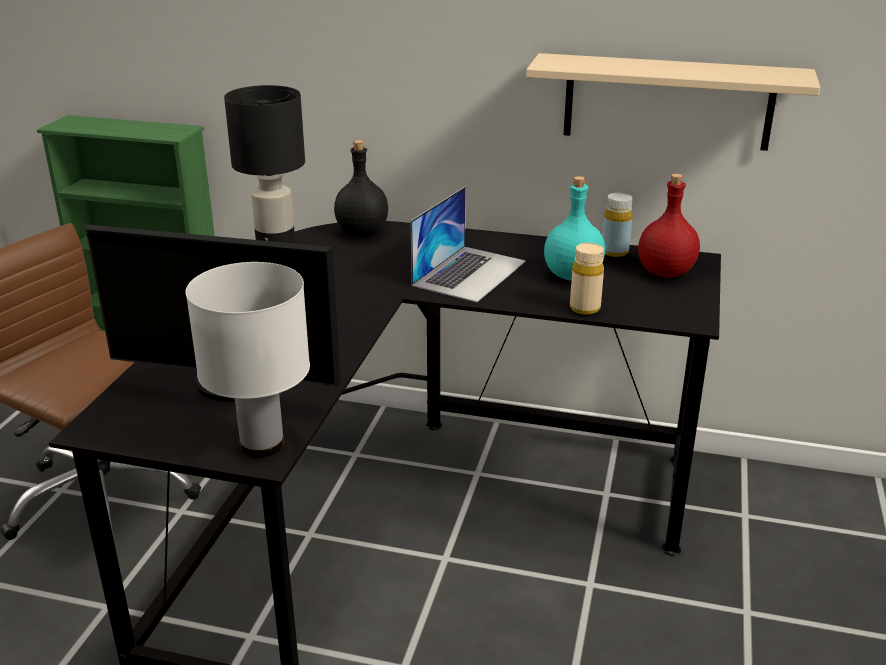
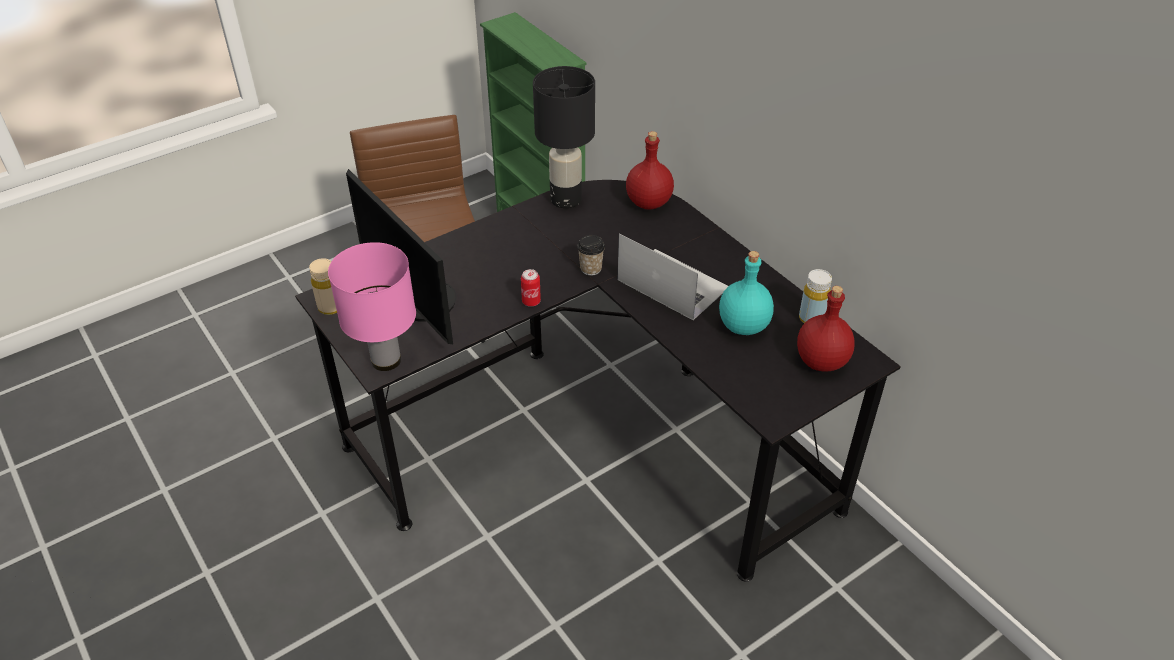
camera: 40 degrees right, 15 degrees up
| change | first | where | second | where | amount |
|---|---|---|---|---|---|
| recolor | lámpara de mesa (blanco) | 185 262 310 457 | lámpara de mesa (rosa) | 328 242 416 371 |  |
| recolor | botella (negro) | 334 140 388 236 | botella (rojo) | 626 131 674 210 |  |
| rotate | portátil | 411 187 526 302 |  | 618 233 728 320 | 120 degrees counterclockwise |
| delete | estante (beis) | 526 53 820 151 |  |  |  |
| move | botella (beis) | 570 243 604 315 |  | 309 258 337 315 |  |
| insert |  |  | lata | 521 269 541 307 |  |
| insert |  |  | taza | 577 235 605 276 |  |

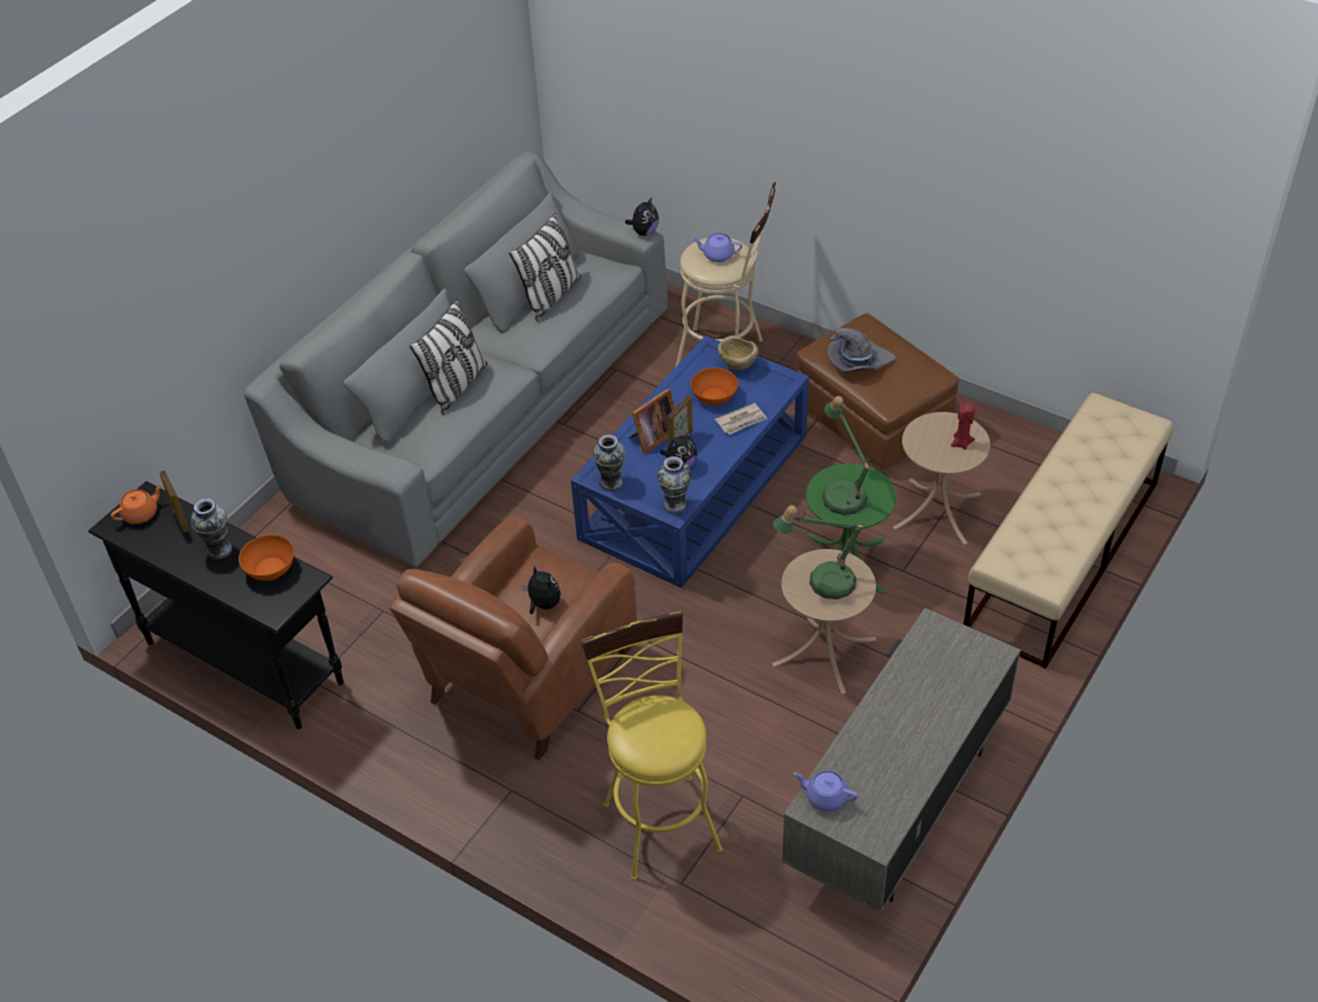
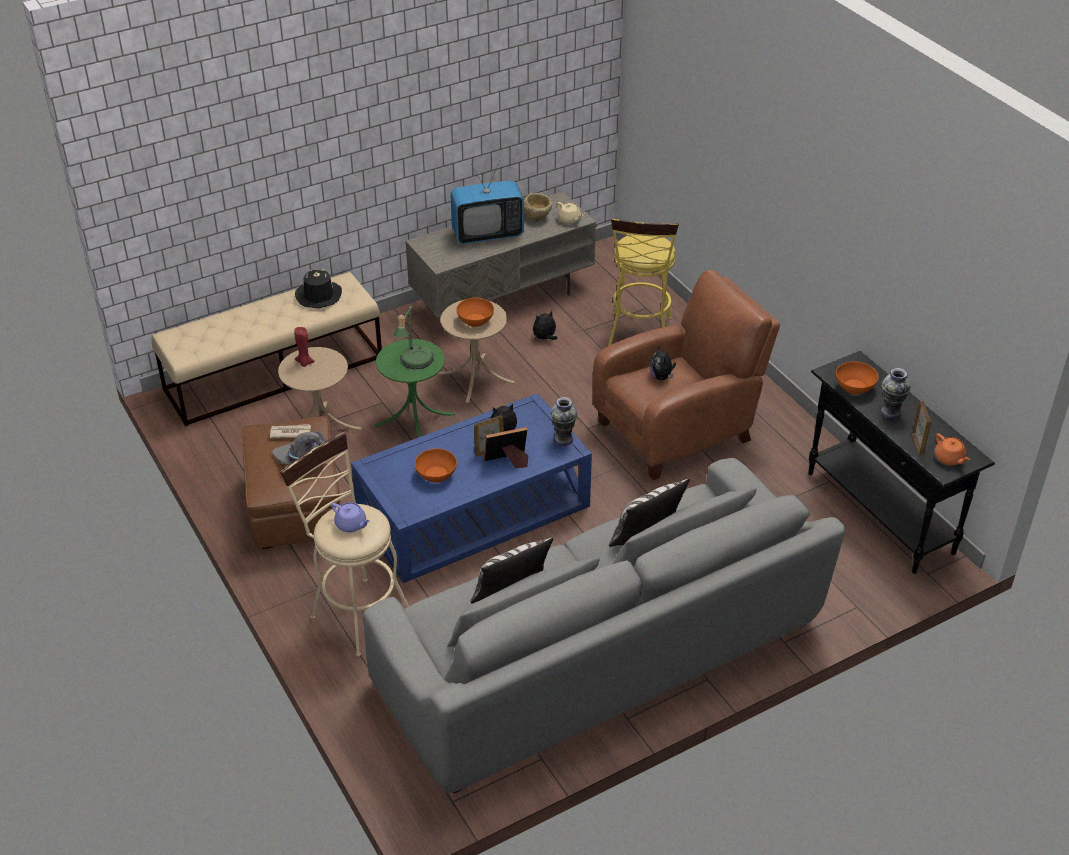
camera: 155 degrees left, 5 degrees down
| change | first | where | second | where | amount |
|---|---|---|---|---|---|
| rotate | tetera (naranja) | 111 484 163 524 |  | 934 433 970 465 | 105 degrees counterclockwise |
| move | peluche | 625 197 659 236 |  | 533 311 557 340 |  |
| delete | florero | 657 456 692 514 |  |  |  |
| move | periódico | 715 403 767 435 |  | 270 424 311 438 |  |
| move | cuenco (beis) | 718 336 759 370 |  | 524 193 552 221 |  |
| replace | lámpara de mesa | 773 505 866 599 | cuenco (naranja) | 456 298 494 327 |  |
| recolor | tetera (morado) | 794 770 858 812 | tetera (beis) | 557 202 584 224 |  |
| insert |  |  | sombrero (negro) | 295 269 342 309 |  |
| insert |  |  | televisor | 450 160 524 244 |  |

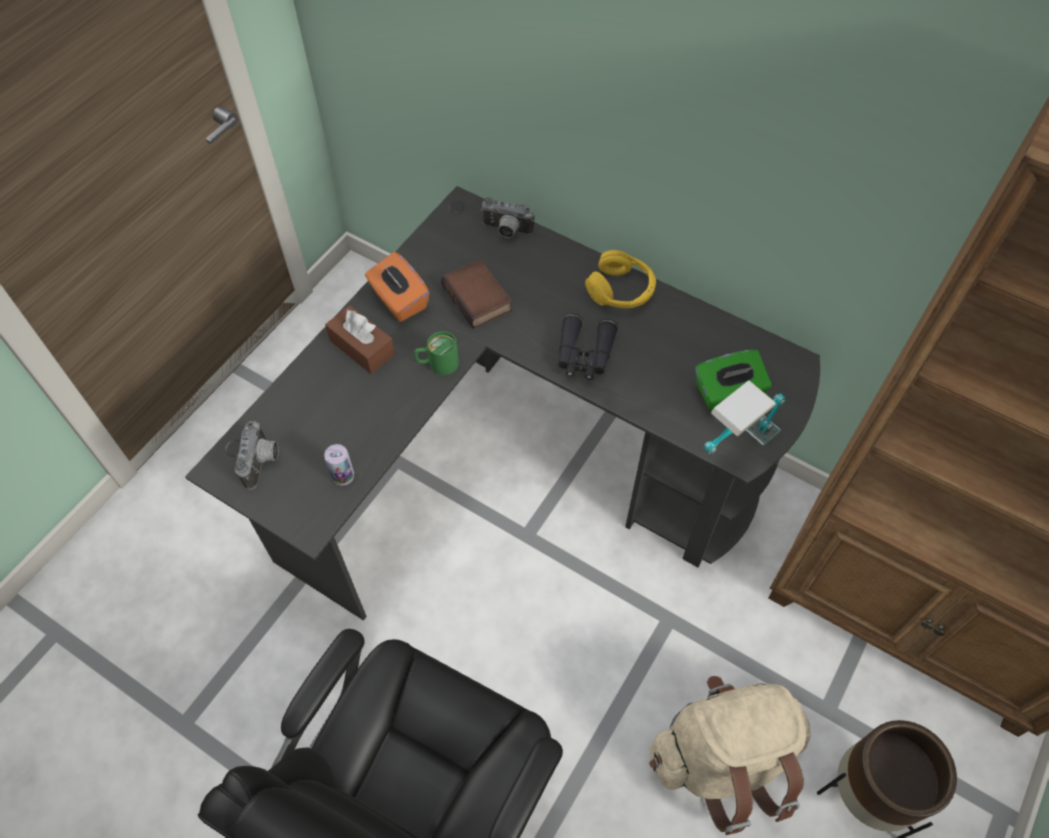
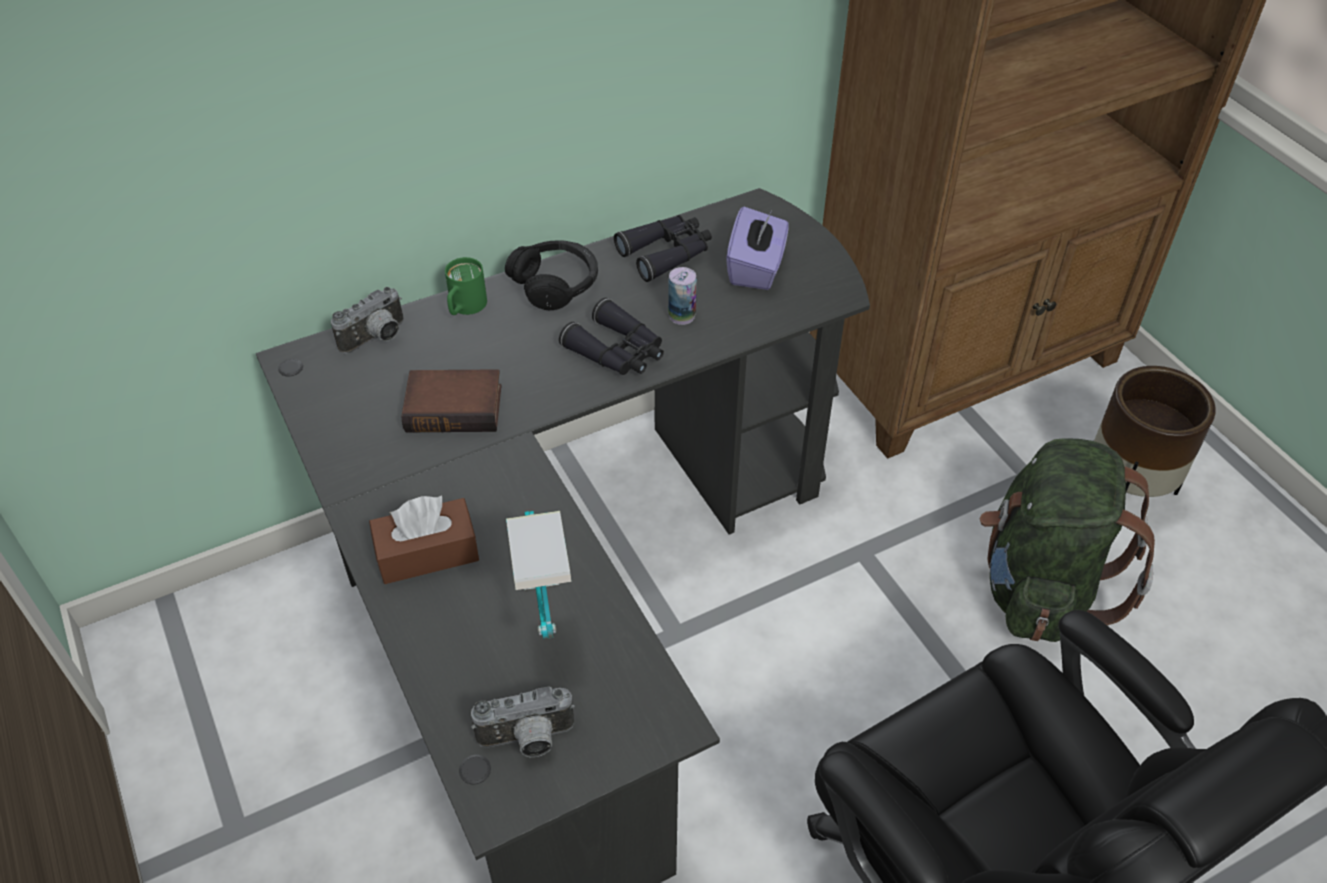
camera: 60 degrees left, 10 degrees down
| change | first | where | second | where | amount |
|---|---|---|---|---|---|
| rotate | cámara | 235 421 279 490 |  | 471 687 575 757 | 135 degrees clockwise |
| move | lata | 324 444 354 485 |  | 668 267 697 325 |  |
| delete | caja de pañuelos (naranja) | 365 252 430 322 |  |  |  |
| move | taza grande (verde) | 414 331 459 375 |  | 445 257 487 315 |  |
| recolor | auriculares (amarillo) | 585 250 656 308 | auriculares (negro) | 505 240 598 310 |  |
| recolor | mochila (beis) | 649 676 811 835 | mochila (verde) | 980 438 1155 642 |  |
| recolor | caja de pañuelos (verde) | 695 350 772 411 | caja de pañuelos (morado) | 726 207 788 290 |  |
| move | lámpara de mesa | 704 380 785 454 |  | 506 511 572 639 |  |
| insert |  |  | prismáticos (negro) | 614 215 712 282 |  |

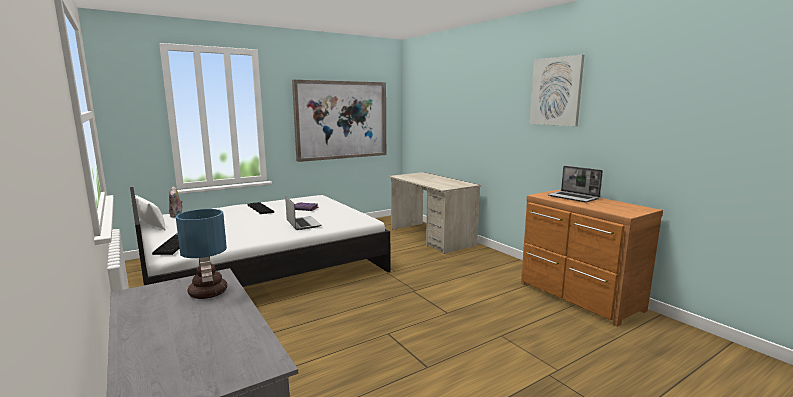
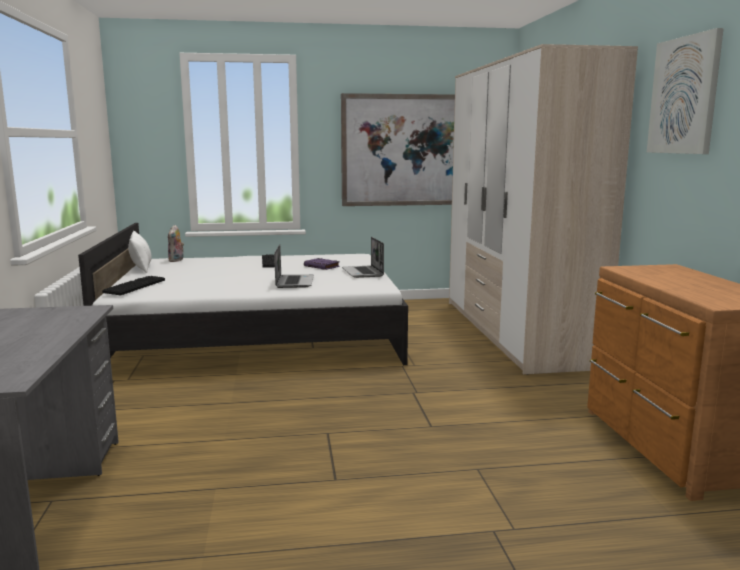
camera: 25 degrees right, 0 degrees up
| change | first | where | second | where | amount |
|---|---|---|---|---|---|
| delete | lámpara de mesa | 176 209 227 299 |  |  |  |
| replace | escritorio (beis) | 389 172 481 254 | armario ropero | 449 44 638 375 |  |
| move | portátil | 548 166 603 203 |  | 342 237 384 278 |  |

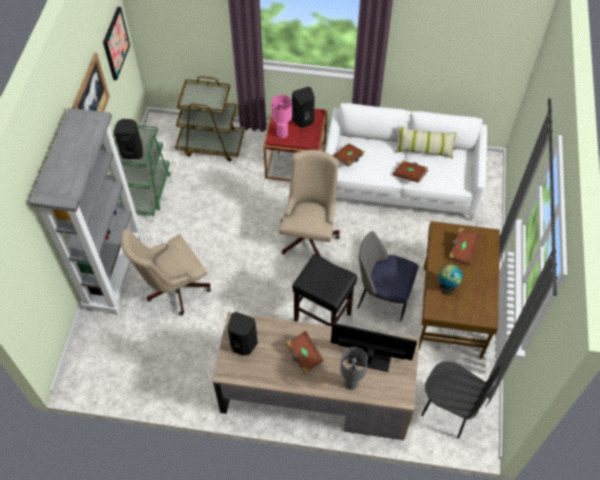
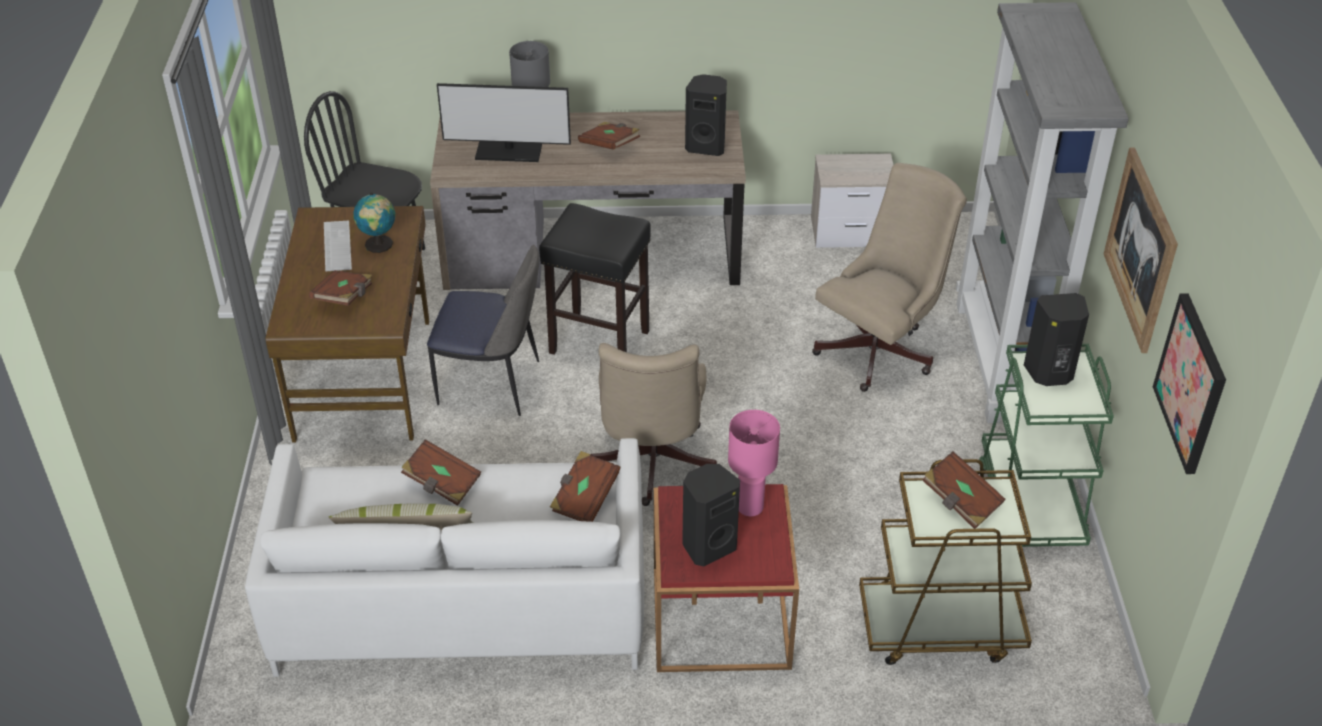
camera: 170 degrees right, 15 degrees down
| change | first | where | second | where | amount |
|---|---|---|---|---|---|
| insert |  |  | teclado | 324 221 352 271 |  |
| insert |  |  | mesita de noche | 811 154 893 248 |  |
| insert |  |  | libro (marrón) | 922 451 1006 529 |  |

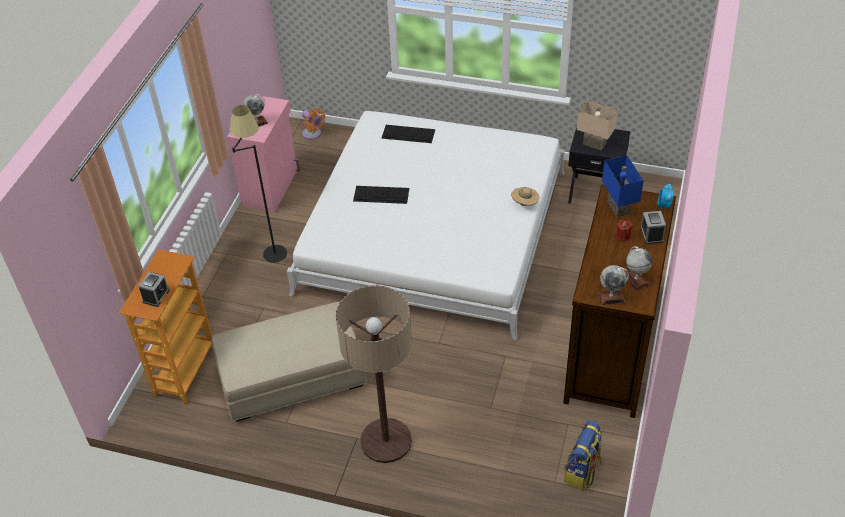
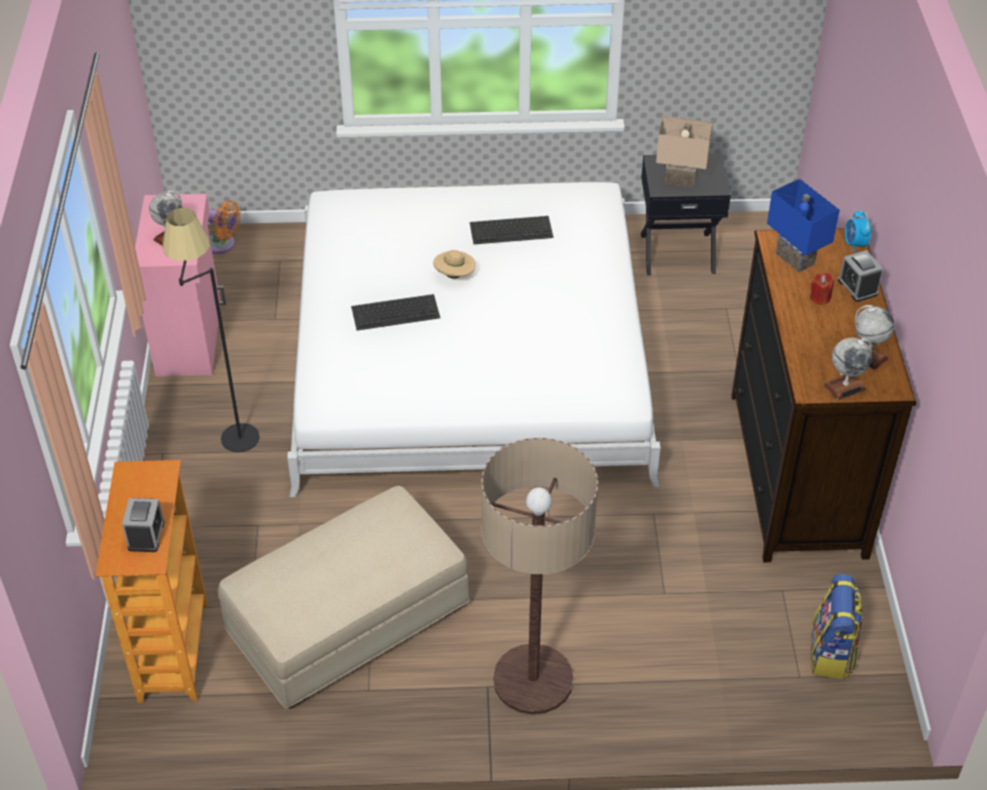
camera: 20 degrees left, 0 degrees up
| change | first | where | second | where | amount |
|---|---|---|---|---|---|
| move | teclado | 382 125 435 143 |  | 470 216 553 244 |  |
| move | sombrero (beis) | 511 187 539 206 |  | 433 250 476 279 |  |

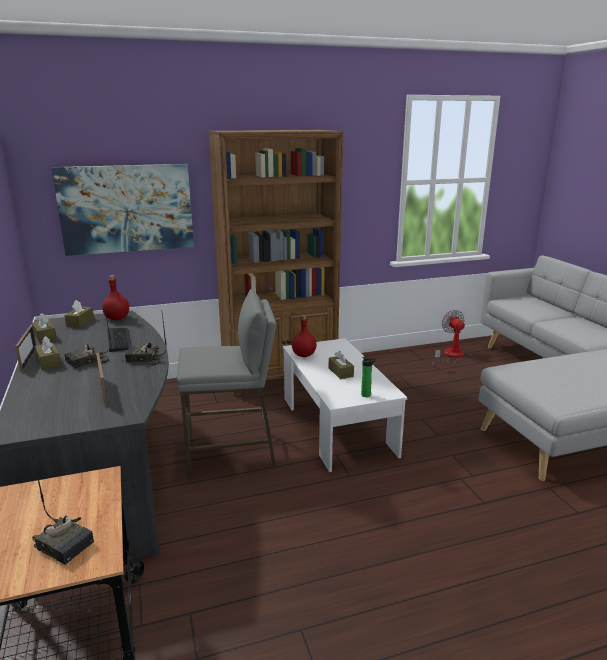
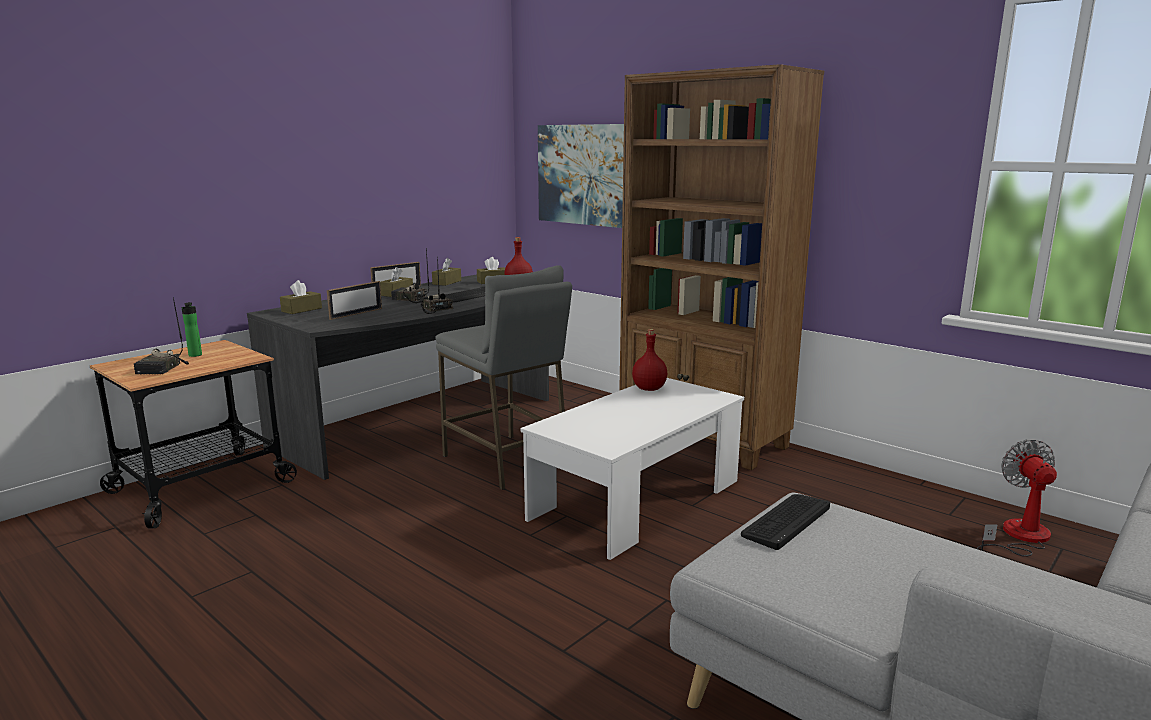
camera: 60 degrees right, 5 degrees down
| change | first | where | second | where | amount |
|---|---|---|---|---|---|
| move | caja de pañuelos (marrón) | 329 351 354 379 |  | 280 280 322 314 |  |
| move | botella | 361 357 377 397 |  | 181 302 202 357 |  |
| rotate | ventilador | 433 310 465 366 |  | 977 439 1057 557 | 45 degrees counterclockwise |
| insert |  |  | teclado | 741 494 830 550 |  |

